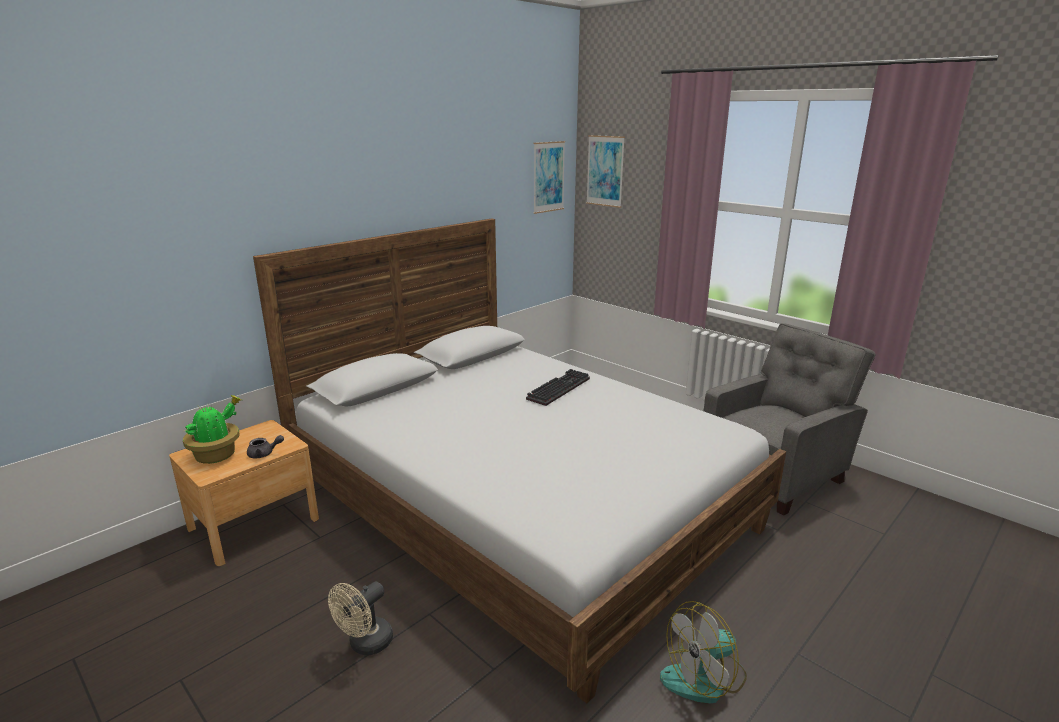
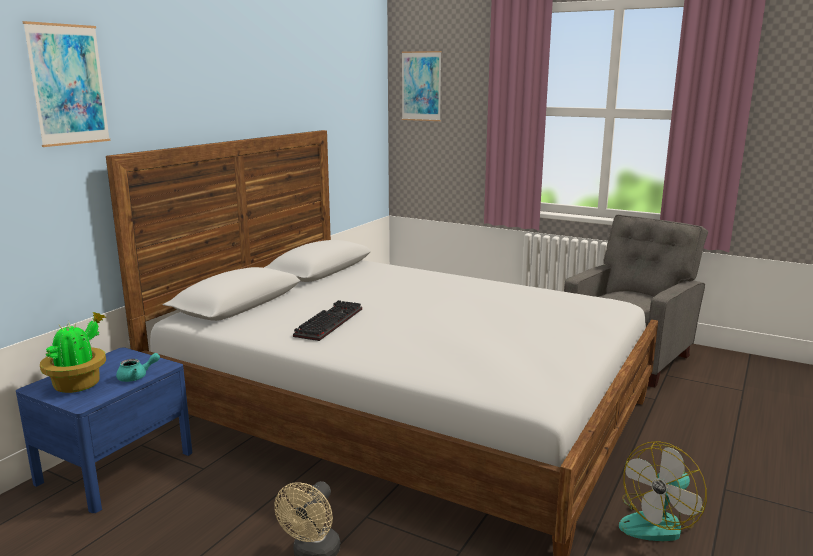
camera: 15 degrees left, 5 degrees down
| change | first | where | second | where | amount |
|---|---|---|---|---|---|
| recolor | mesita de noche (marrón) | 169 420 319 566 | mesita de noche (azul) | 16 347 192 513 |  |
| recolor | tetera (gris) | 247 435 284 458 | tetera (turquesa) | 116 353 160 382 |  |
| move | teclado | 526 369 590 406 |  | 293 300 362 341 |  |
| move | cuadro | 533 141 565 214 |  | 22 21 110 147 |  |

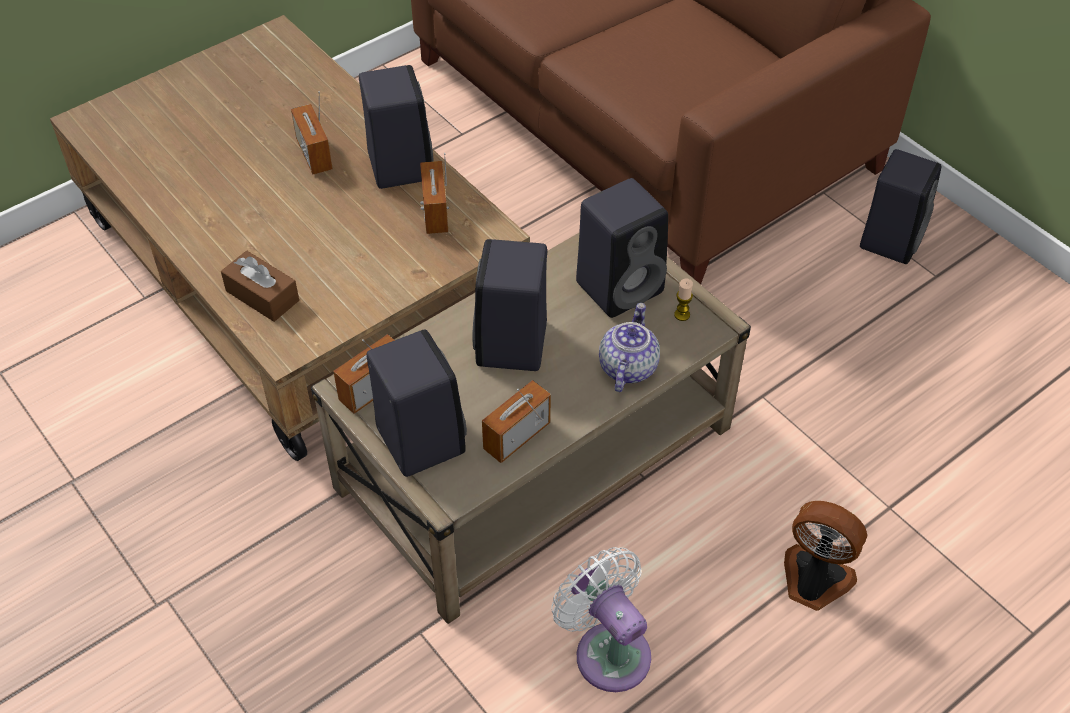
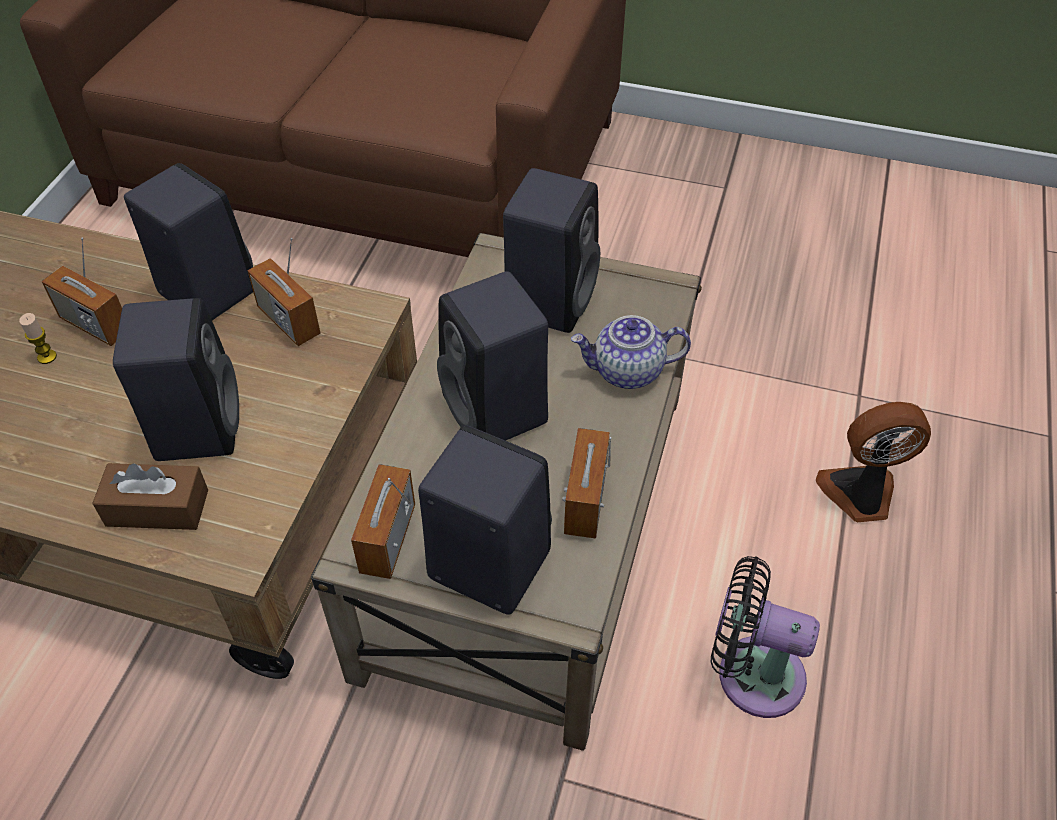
camera: 35 degrees left, 0 degrees up
| change | first | where | second | where | amount |
|---|---|---|---|---|---|
| recolor | ventilador (blanco) | 551 547 651 692 | ventilador (negro) | 711 556 820 718 |  |
| rotate | tetera | 599 303 660 392 |  | 571 315 691 389 | 75 degrees counterclockwise |
| move | vela | 674 278 693 321 |  | 19 313 57 364 |  |
| move | altavoz (negro) | 860 149 941 264 |  | 113 298 239 461 |  |

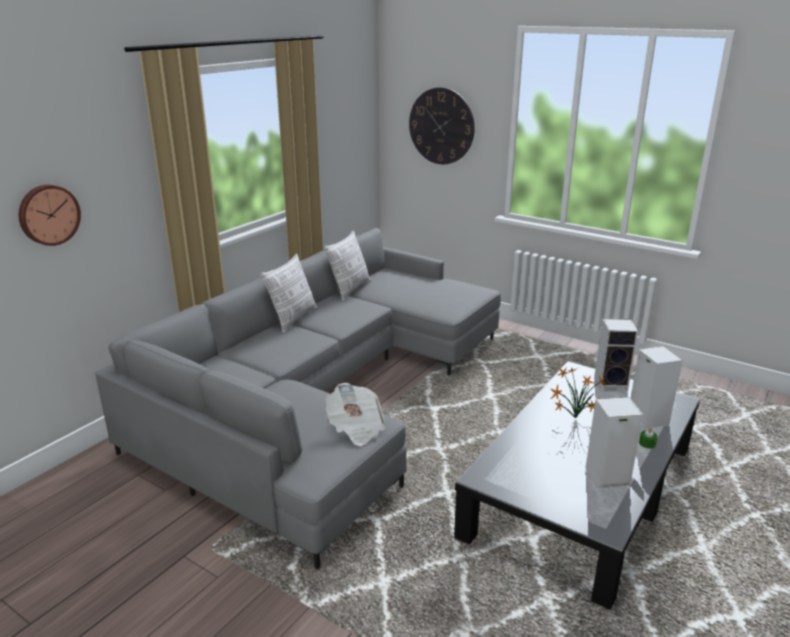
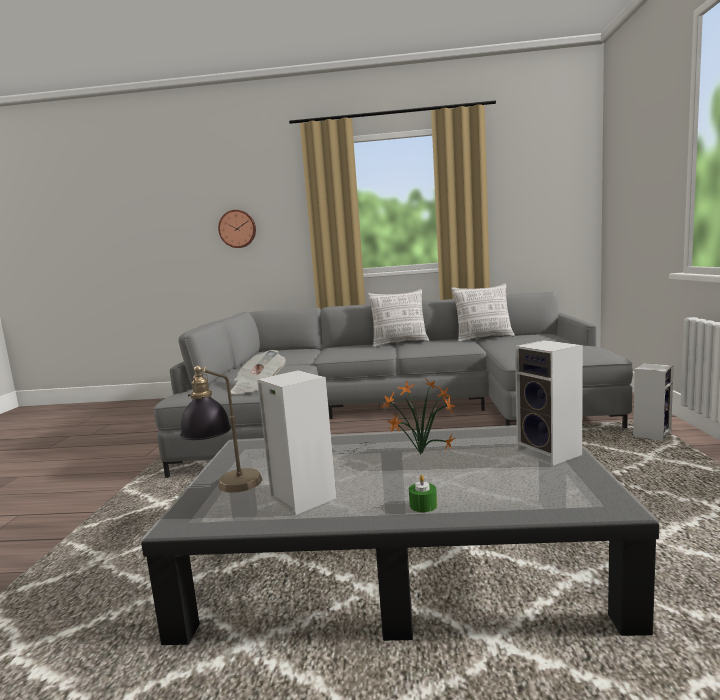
camera: 60 degrees right, 15 degrees down
| change | first | where | second | where | amount |
|---|---|---|---|---|---|
| delete | reloj de pared | 409 87 475 164 |  |  |  |
| move | altavoz | 630 346 682 429 |  | 633 363 674 441 |  |
| insert |  |  | lámpara de mesa | 180 365 262 493 |  |

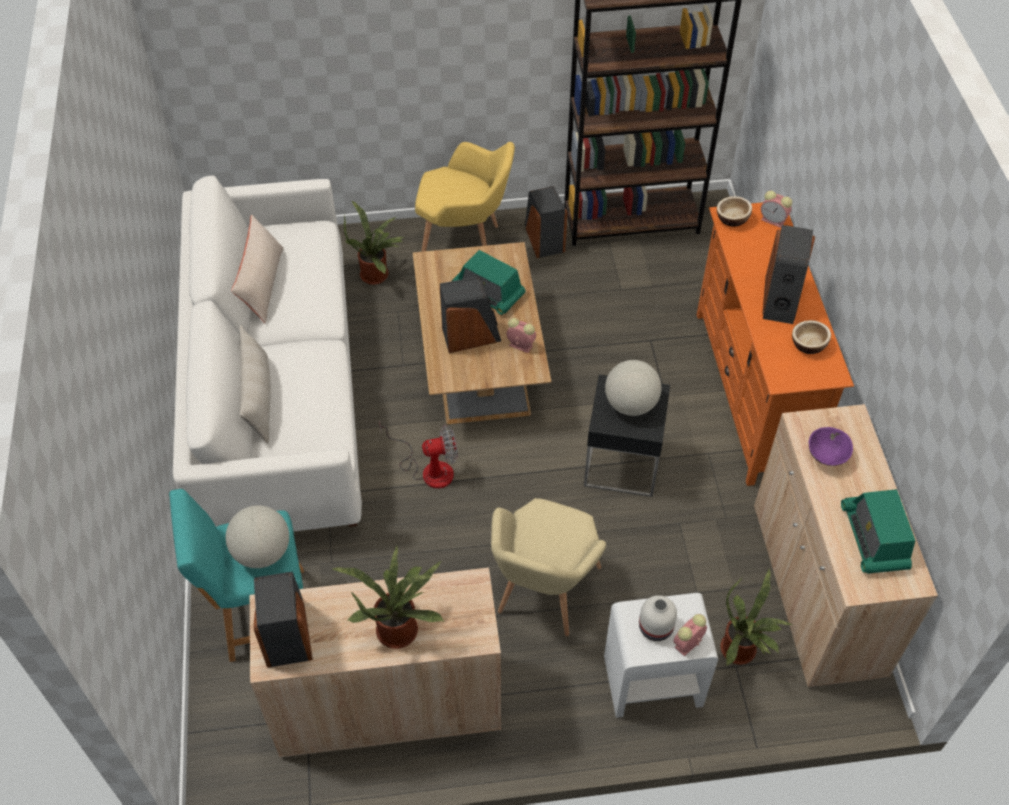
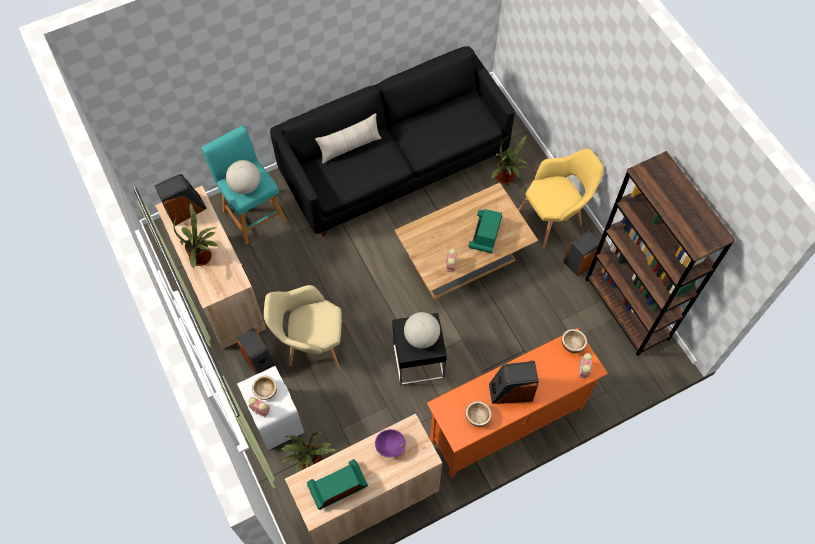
camera: 70 degrees right, 10 degrees up
| change | first | where | second | where | amount |
|---|---|---|---|---|---|
| recolor | sofá (blanco) | 173 175 362 531 | sofá (negro) | 270 46 515 237 |  |
| delete | cojín (beis) | 231 215 283 324 |  |  |  |
| delete | ventilador | 379 421 458 489 |  |  |  |
| rotate | sillón (amarillo) | 415 142 515 252 |  | 518 149 603 248 | 105 degrees counterclockwise |
| move | altavoz | 440 277 501 353 |  | 236 328 274 374 |  |
| replace | florero (blanco) | 639 595 677 641 | cuenco | 252 376 277 400 |  |

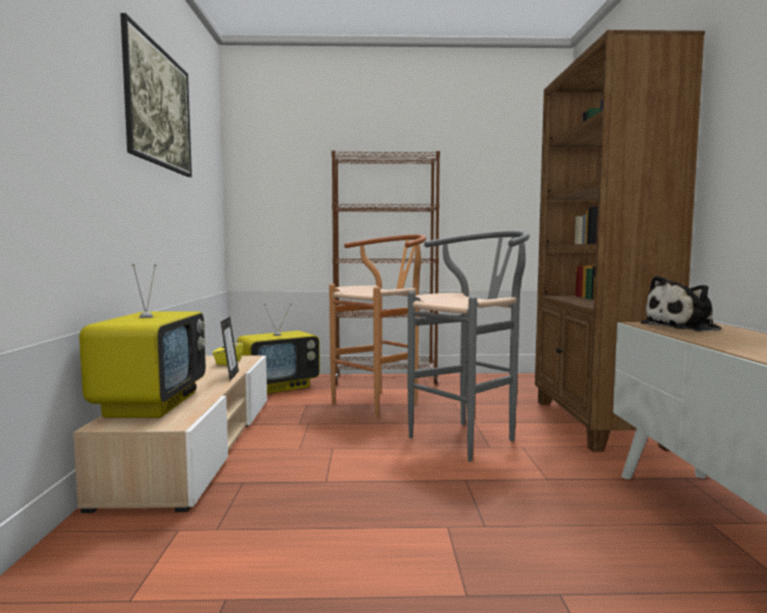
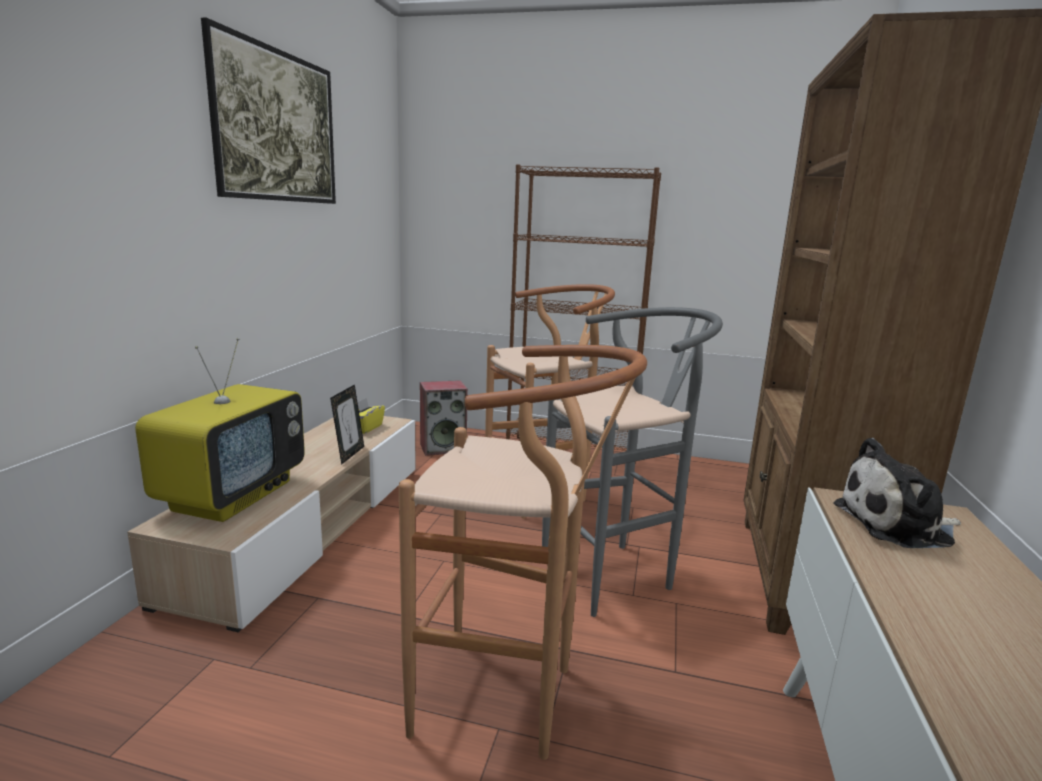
camera: 15 degrees right, 10 degrees up
| change | first | where | second | where | amount |
|---|---|---|---|---|---|
| replace | televisor | 237 303 320 394 | altavoz | 420 380 468 456 |  |
| insert |  |  | taburete (marrón) | 399 345 647 760 |  |

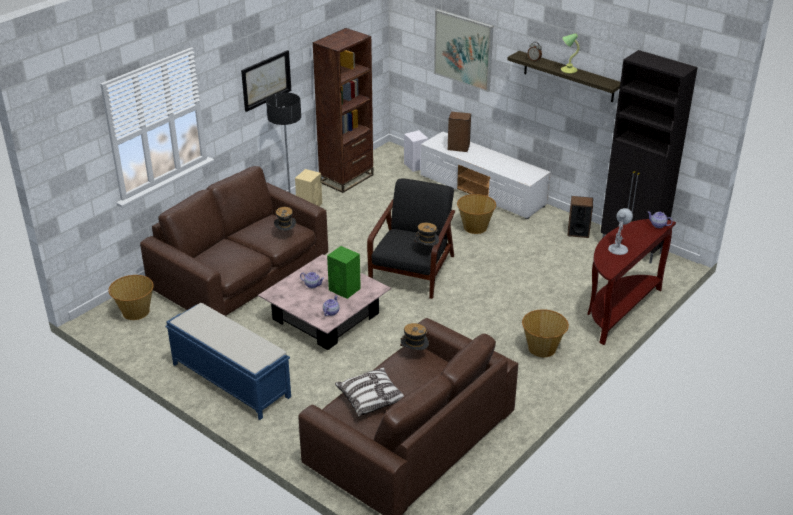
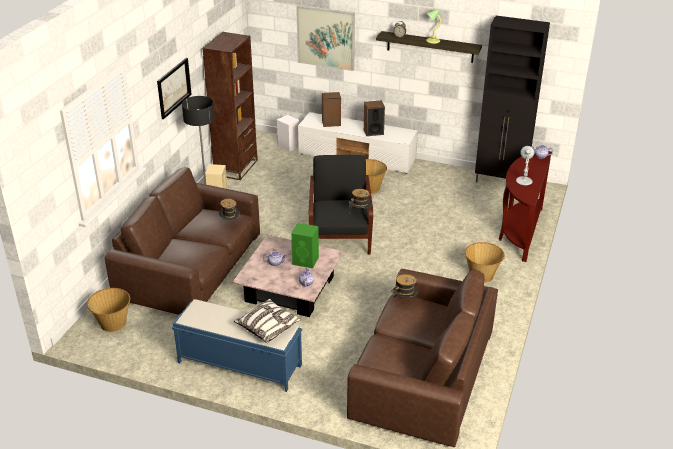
camera: 20 degrees left, 0 degrees up
| change | first | where | second | where | amount |
|---|---|---|---|---|---|
| move | cojín | 335 367 404 417 |  | 234 299 301 343 |  |
| move | altavoz | 567 196 593 238 |  | 364 100 385 136 |  |

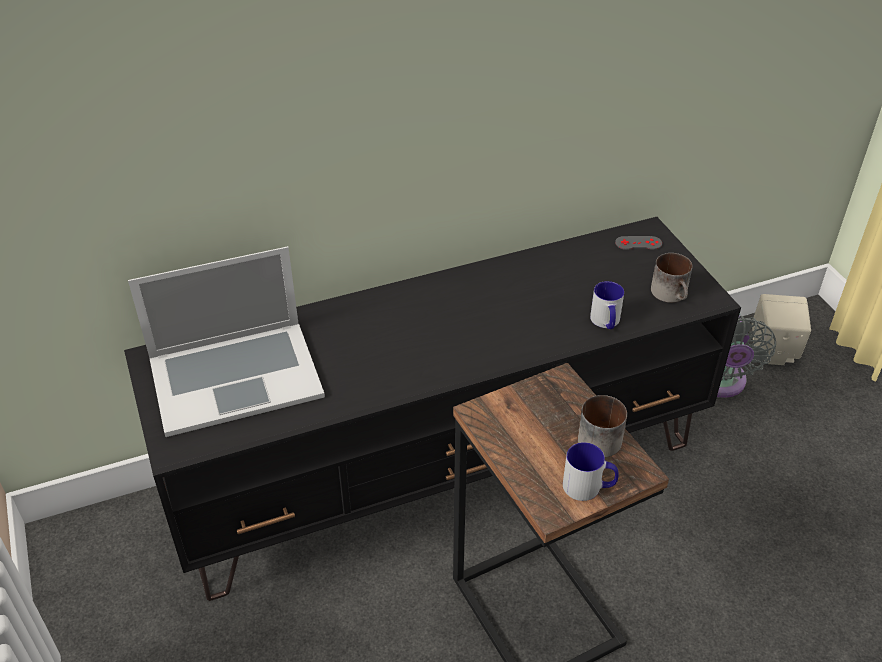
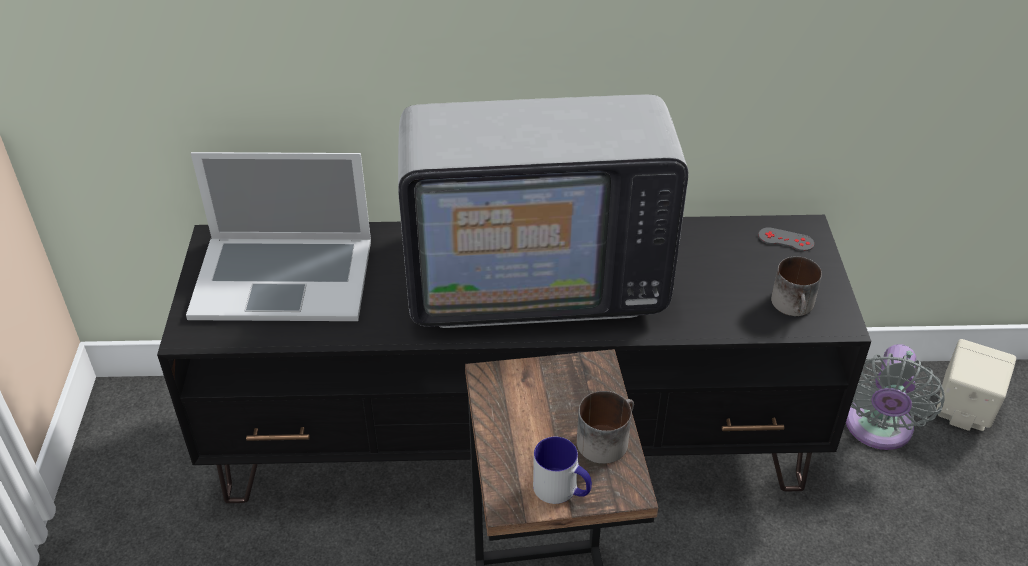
camera: 20 degrees right, 0 degrees up
| change | first | where | second | where | amount |
|---|---|---|---|---|---|
| delete | taza grande | 590 281 624 329 |  |  |  |
| insert |  |  | televisor | 398 94 688 328 |  |

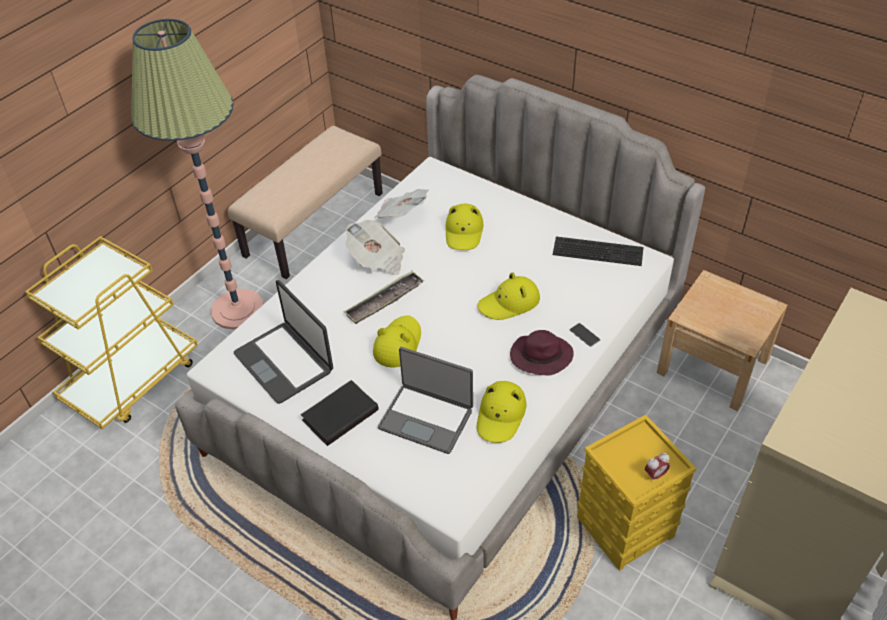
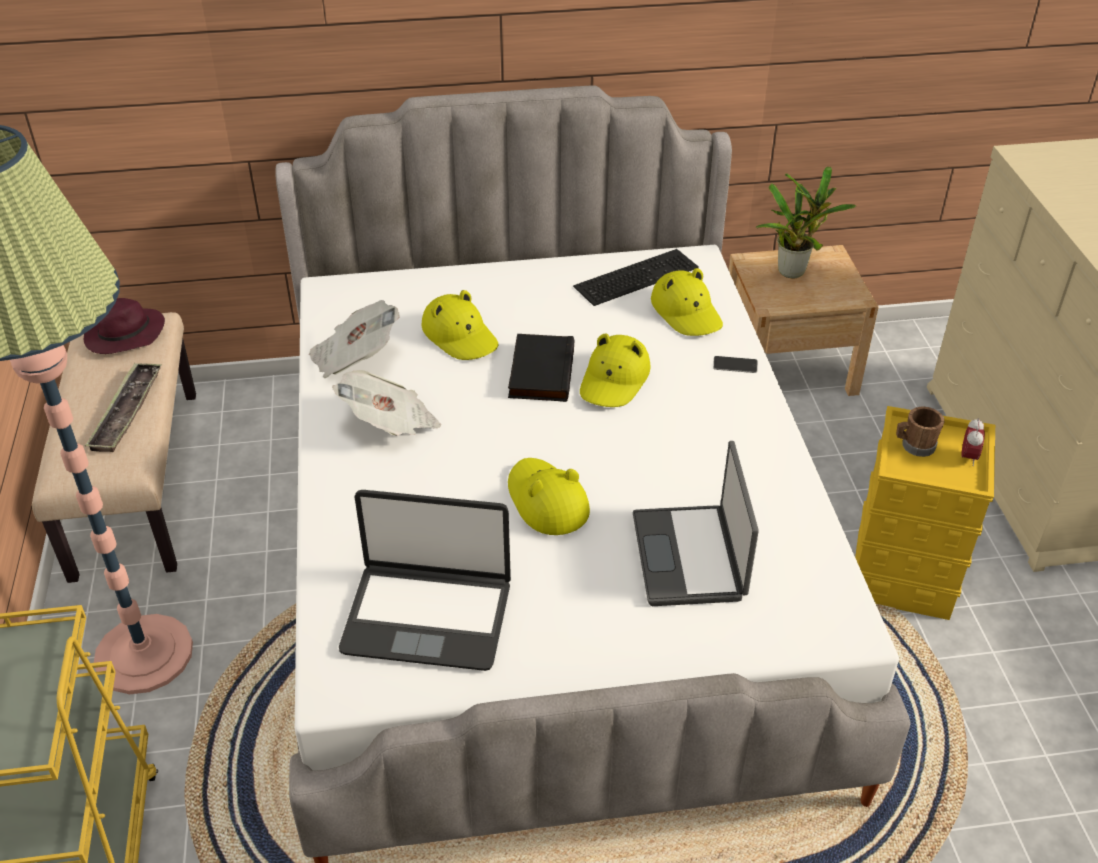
camera: 45 degrees left, 5 degrees down
| change | first | where | second | where | amount |
|---|---|---|---|---|---|
| move | libro (negro) | 301 380 379 446 |  | 508 334 574 402 |  |
| move | bandeja | 344 271 424 324 |  | 85 363 162 452 |  |
| rotate | portátil | 378 347 473 454 |  | 633 441 759 606 | 105 degrees clockwise |
| move | sombrero (amarillo) | 477 381 526 443 |  | 651 268 723 336 |  |
| move | sombrero (morado) | 510 330 574 376 |  | 84 298 165 354 |  |
| insert |  |  | planta en maceta | 756 167 856 279 |  |
| insert |  |  | taza grande (marrón) | 896 406 944 457 |  |

